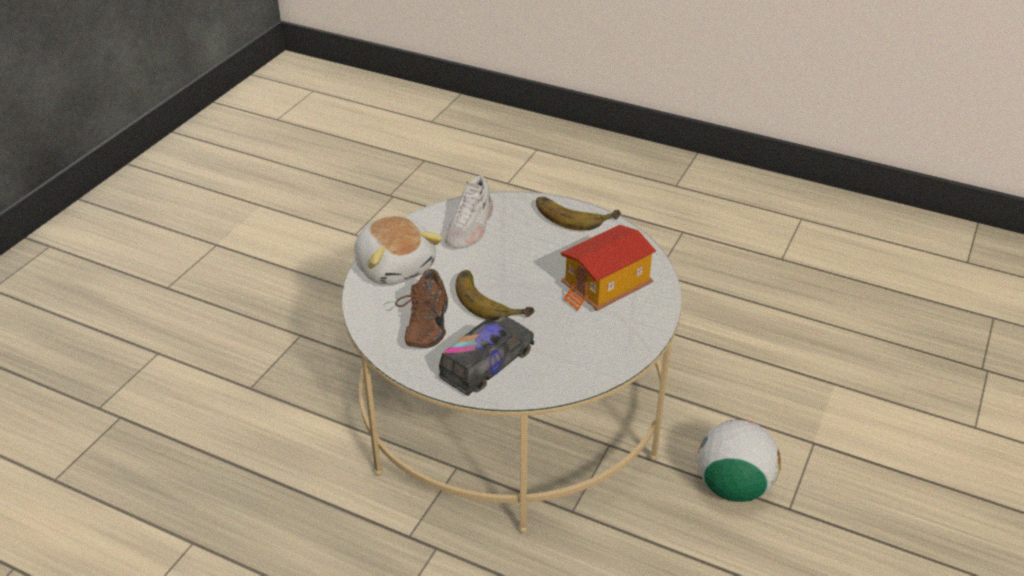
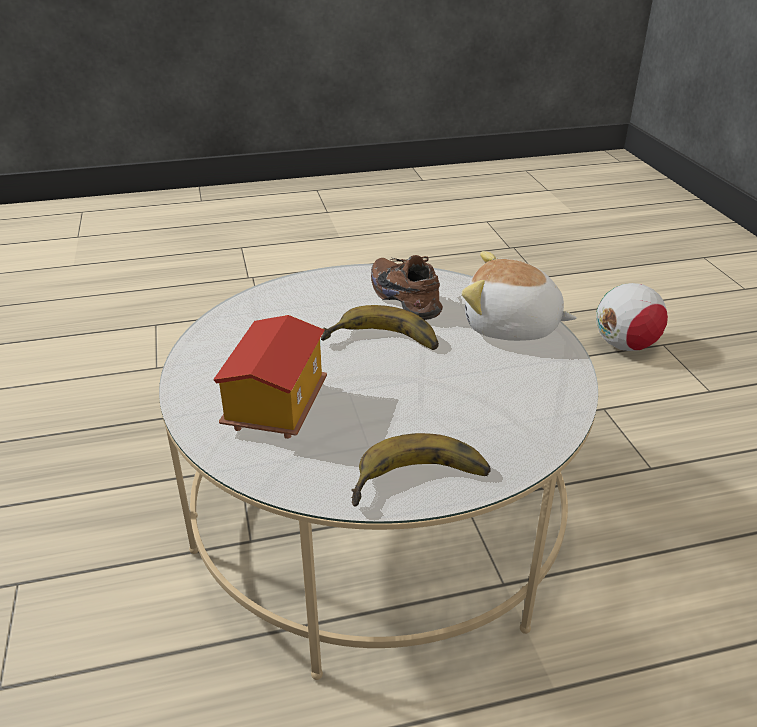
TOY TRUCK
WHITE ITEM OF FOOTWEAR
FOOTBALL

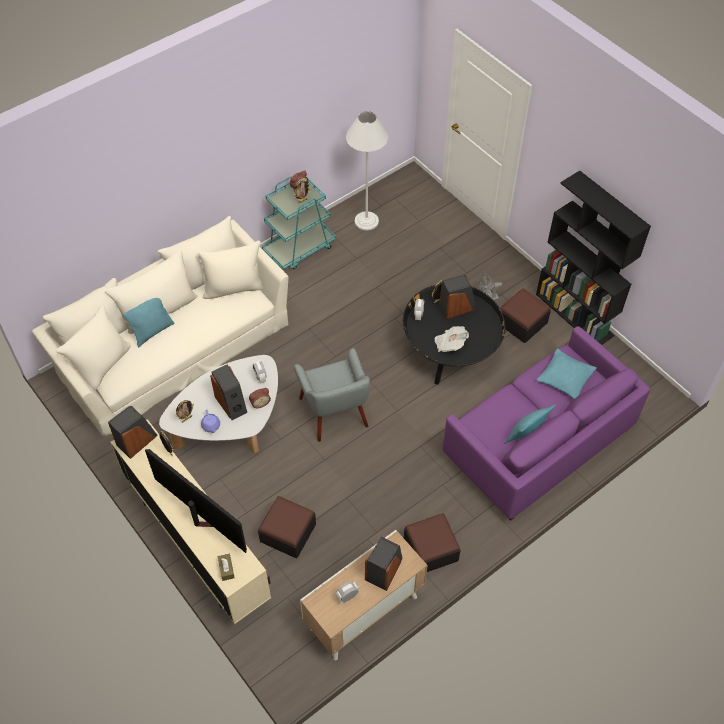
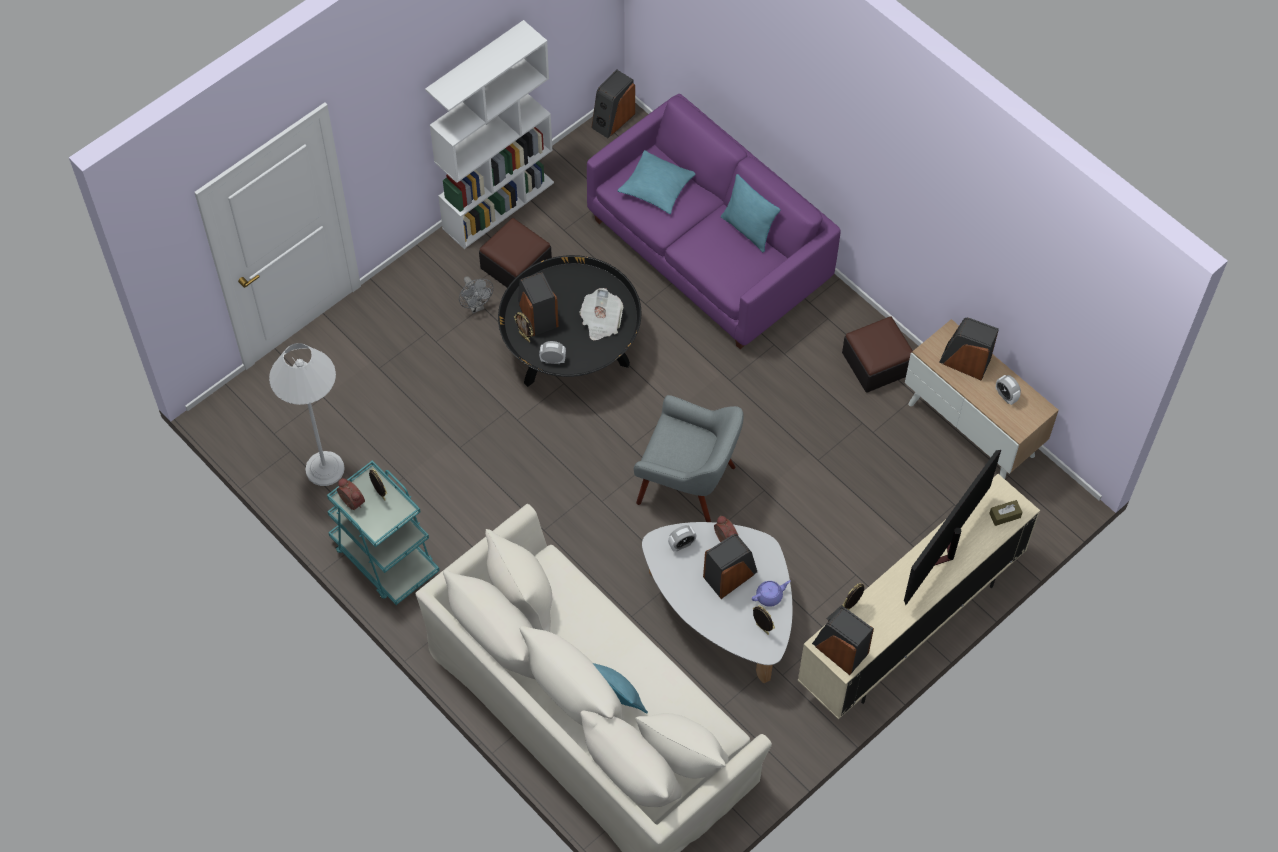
OTTOMAN (no. 1 from left in the first image)
LOUDSPEAKER (no. 2 from left)
WHITE SHELVING UNIT
GRAY LOUNGE CHAIR

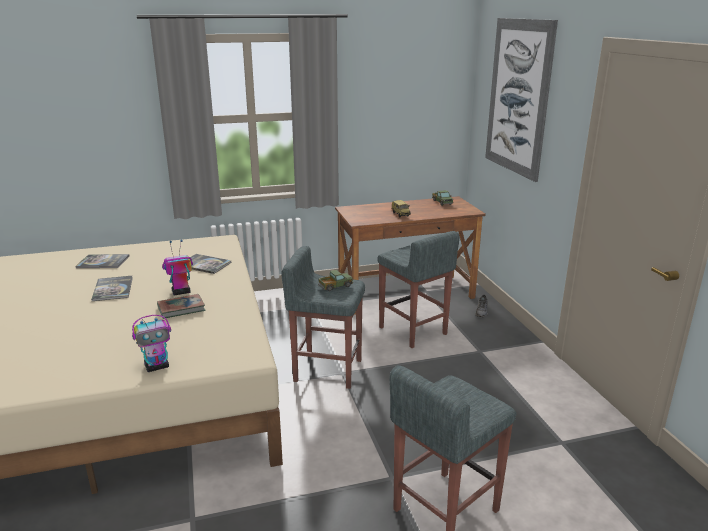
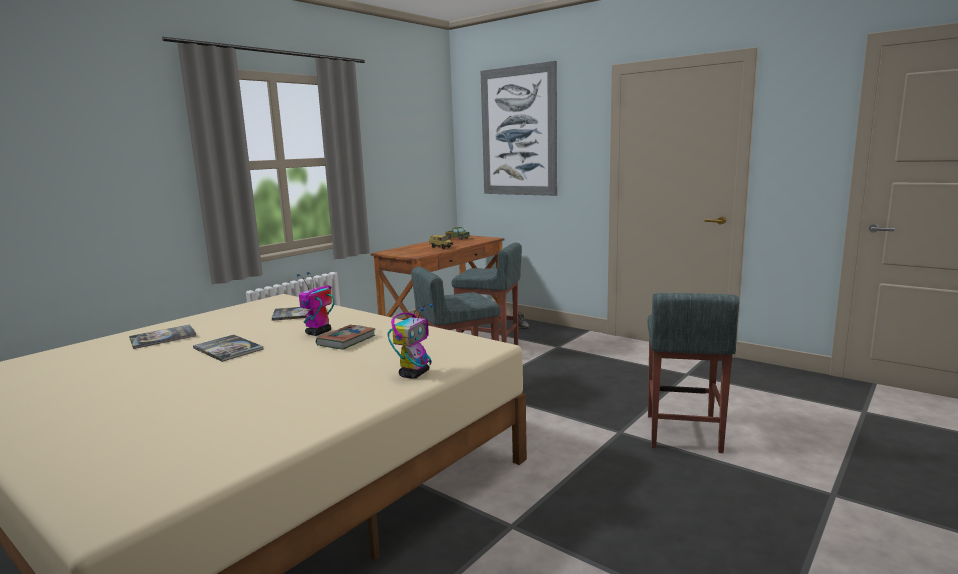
TOY TRUCK (no. 1 from left in the first image)

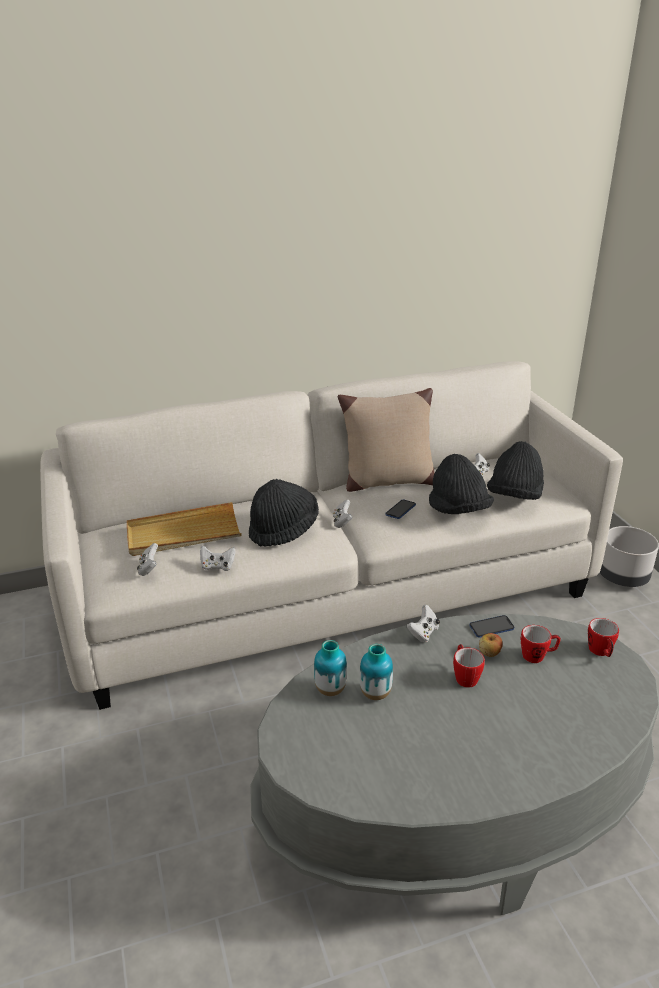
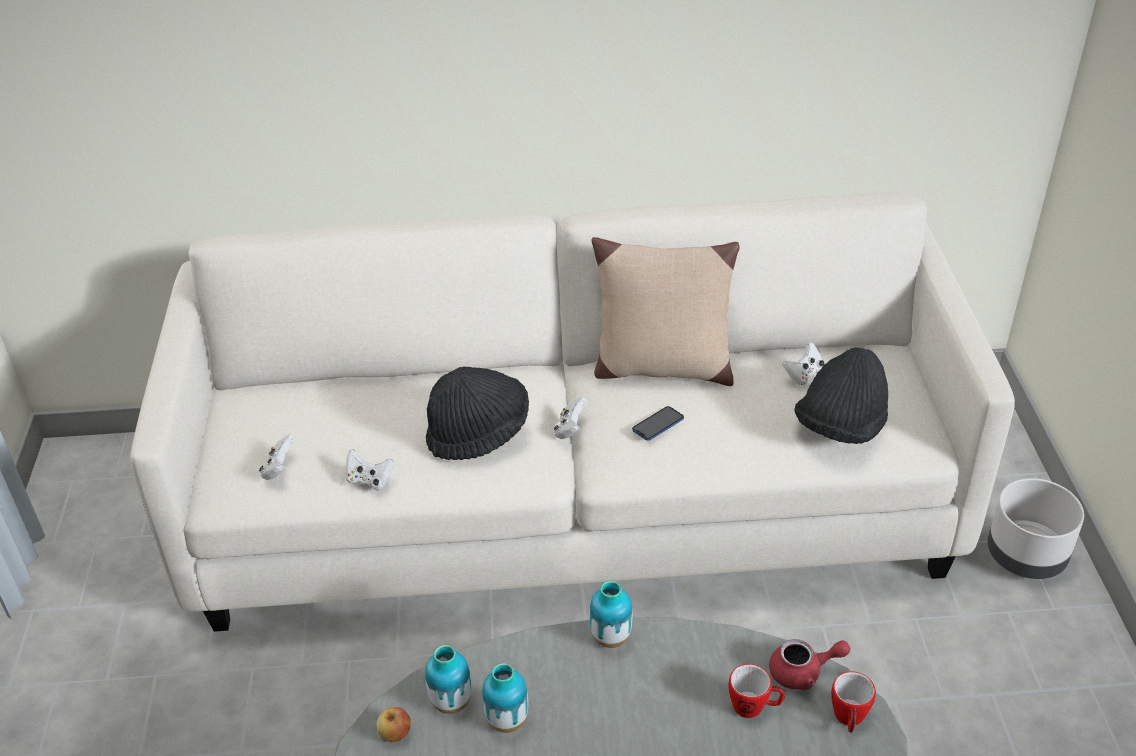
BEIGE CARRYING TRAY
BLACK HAT (no. 2 from left in the first image)
TEA MUG (no. 1 from left in the first image)
TELEPHONE (no. 2 from left in the first image)
RED-COLOURED TEA POT
APPLE
VASE (no. 3 from left)

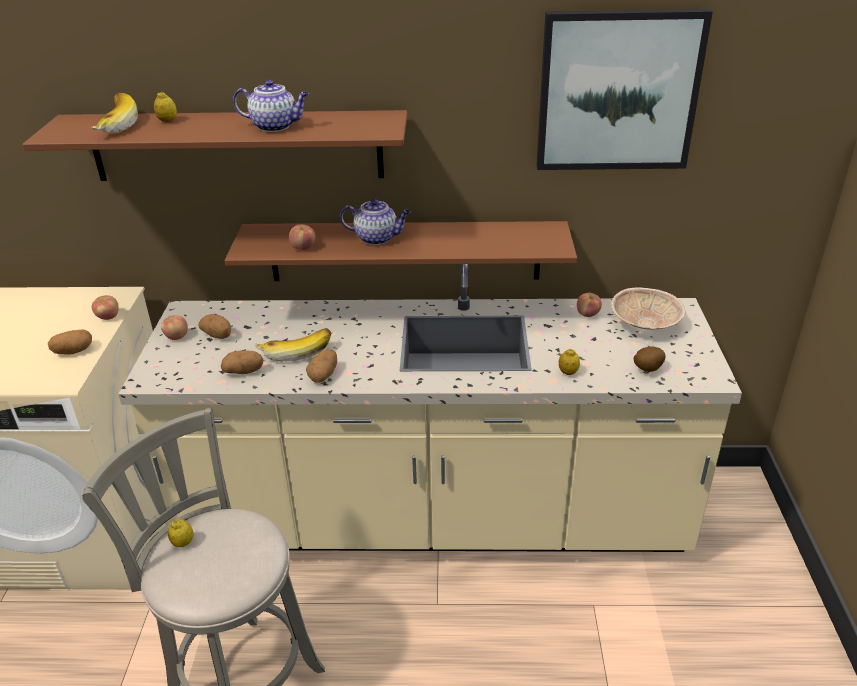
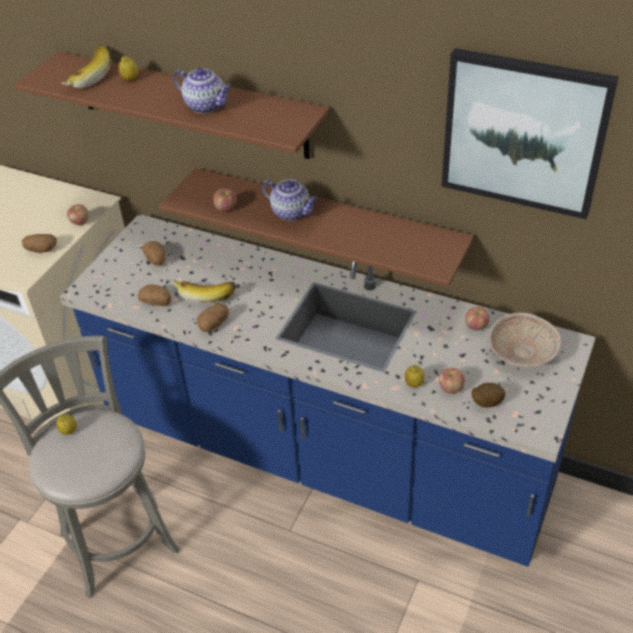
APPLE (no. 3 from left)
BLUE-COLOURED KITCHEN COUNTER

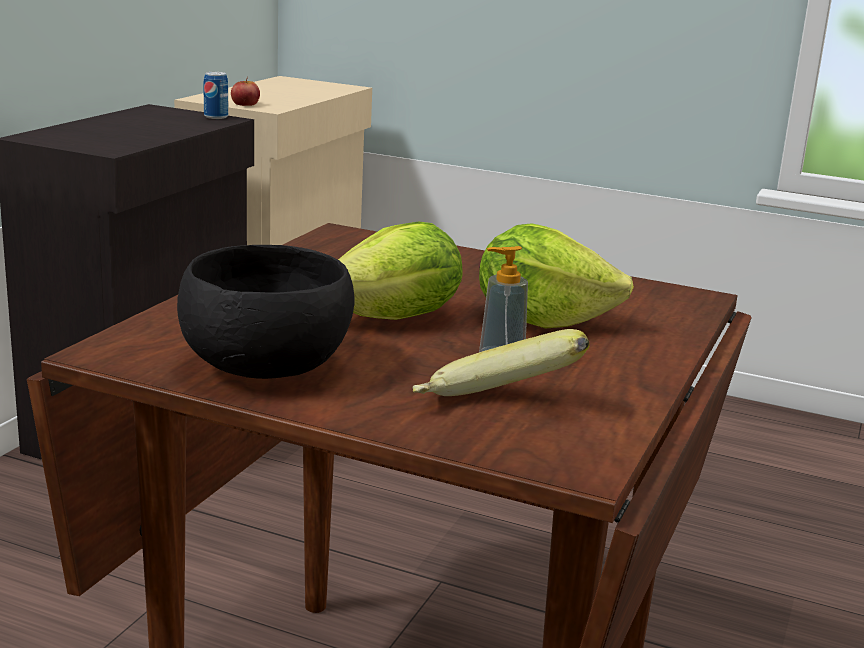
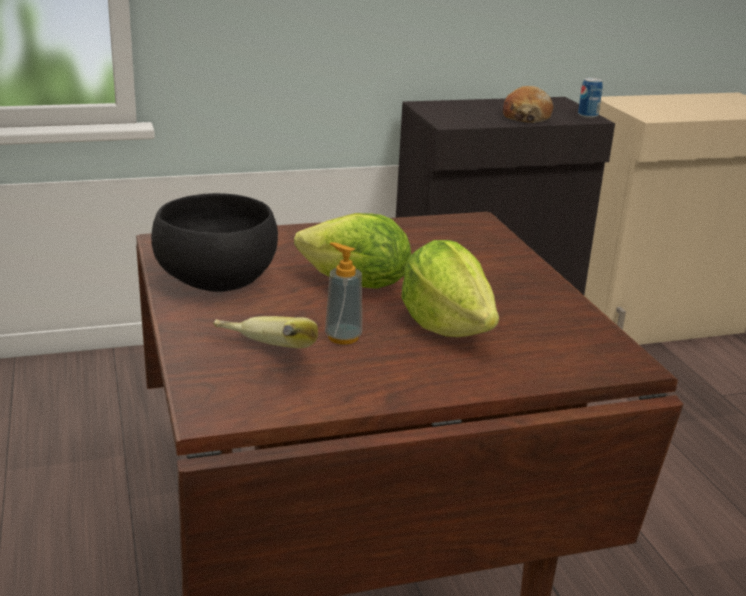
APPLE
BAKED BREAD

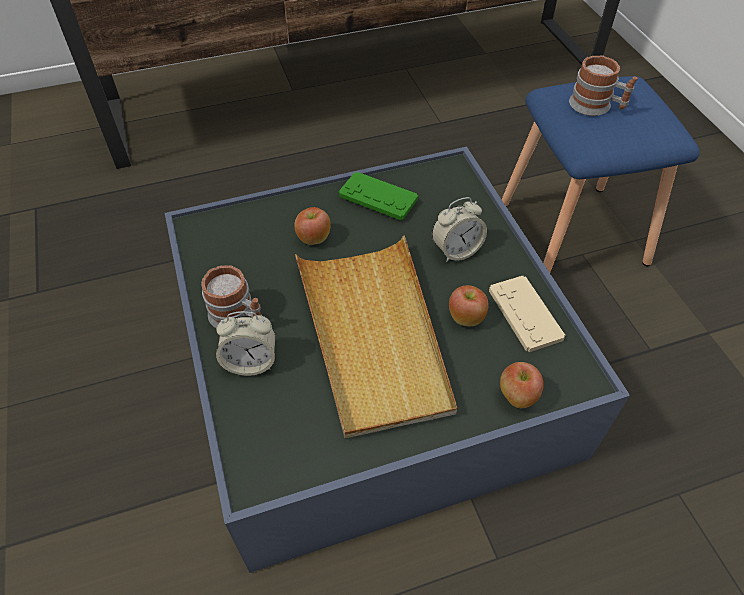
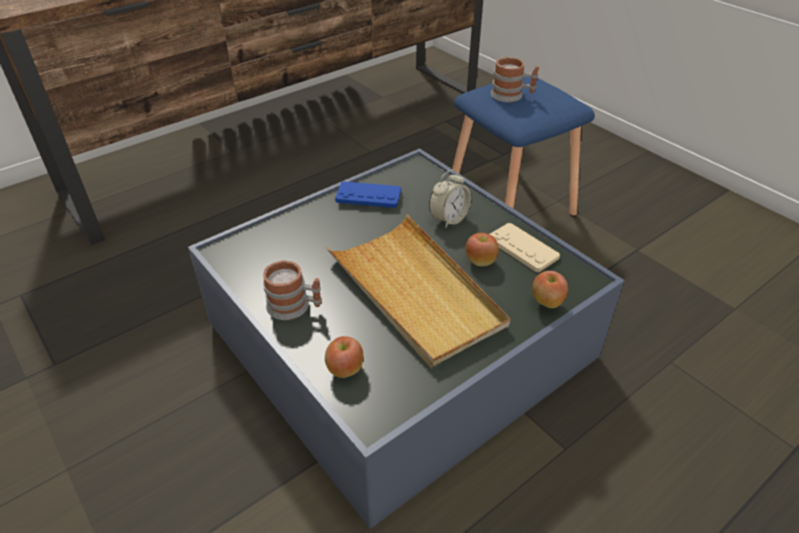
TABLE CLOCK (no. 1 from left in the first image)
APPLE (no. 1 from left)
BLUE-COLOURED GAME CONTROLLER

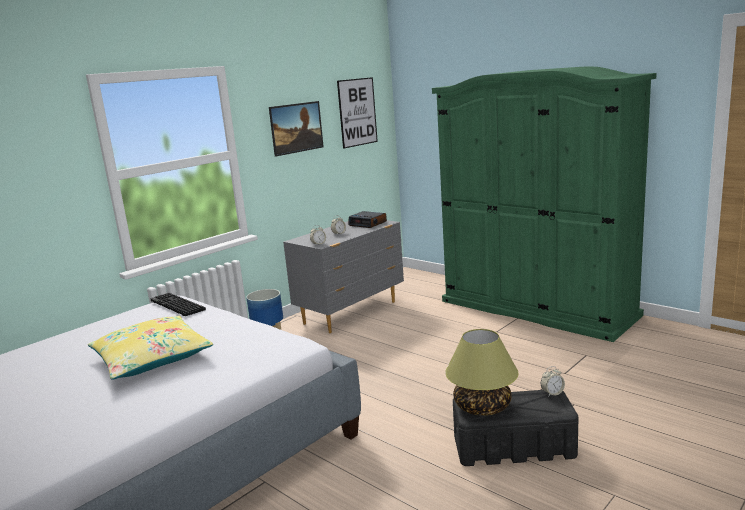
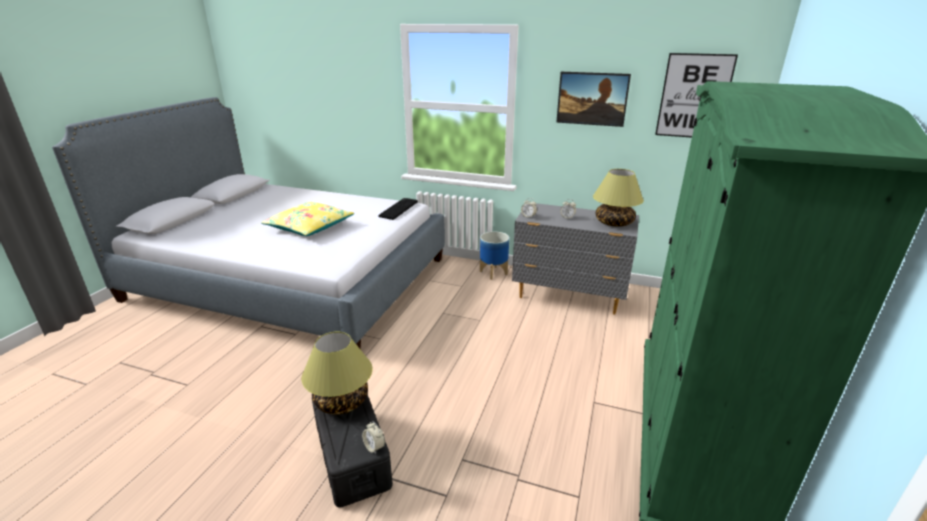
LAMP FOR A TABLE (no. 2 from left)

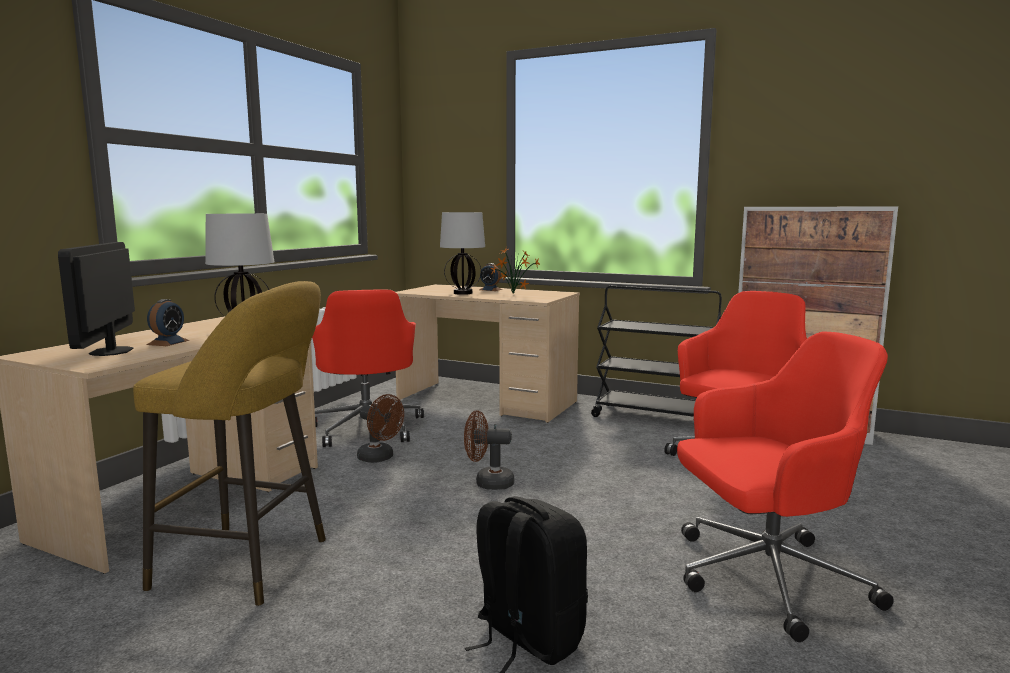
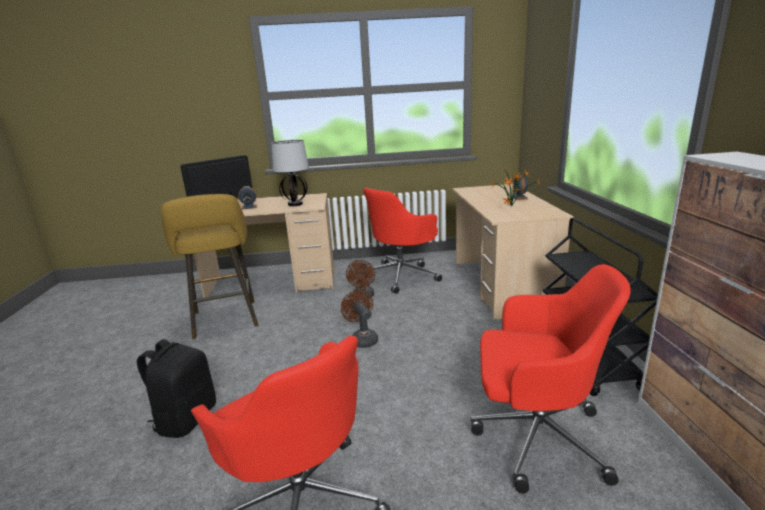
LAMP FOR A TABLE (no. 2 from left in the first image)

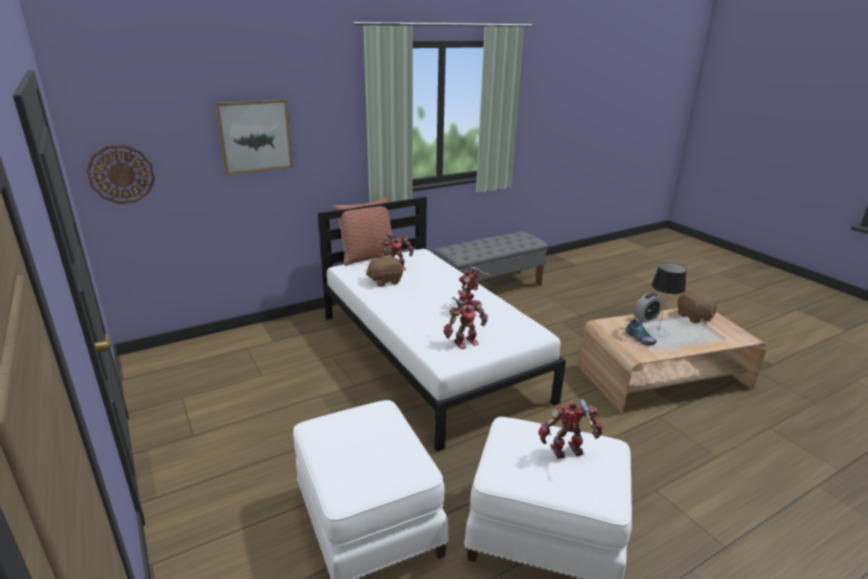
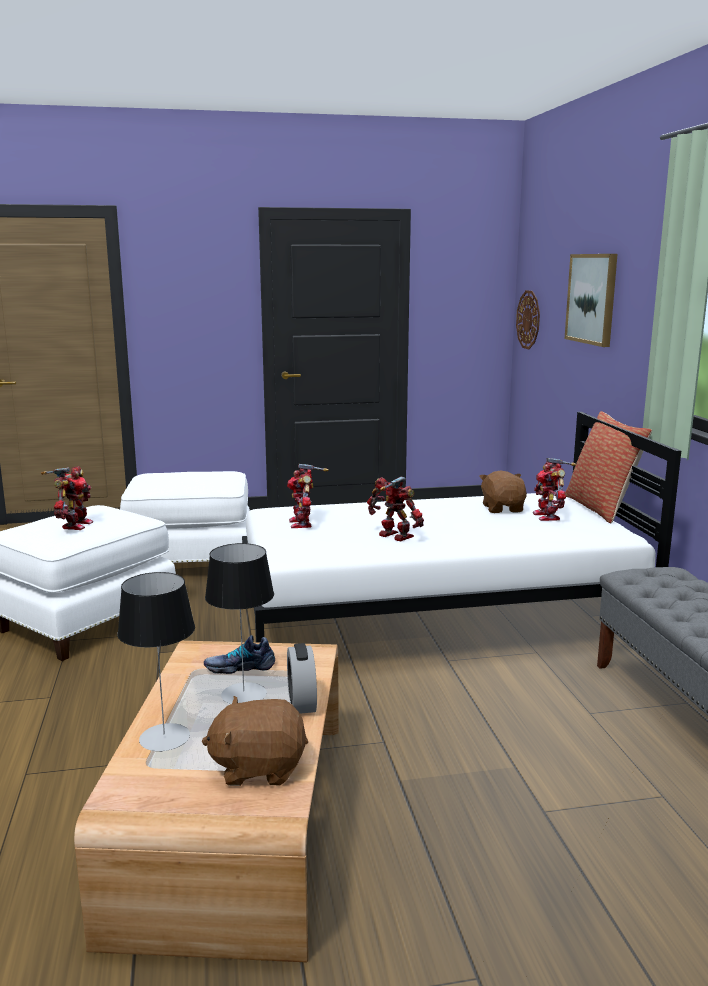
LAMP FOR A TABLE (no. 1 from left)

